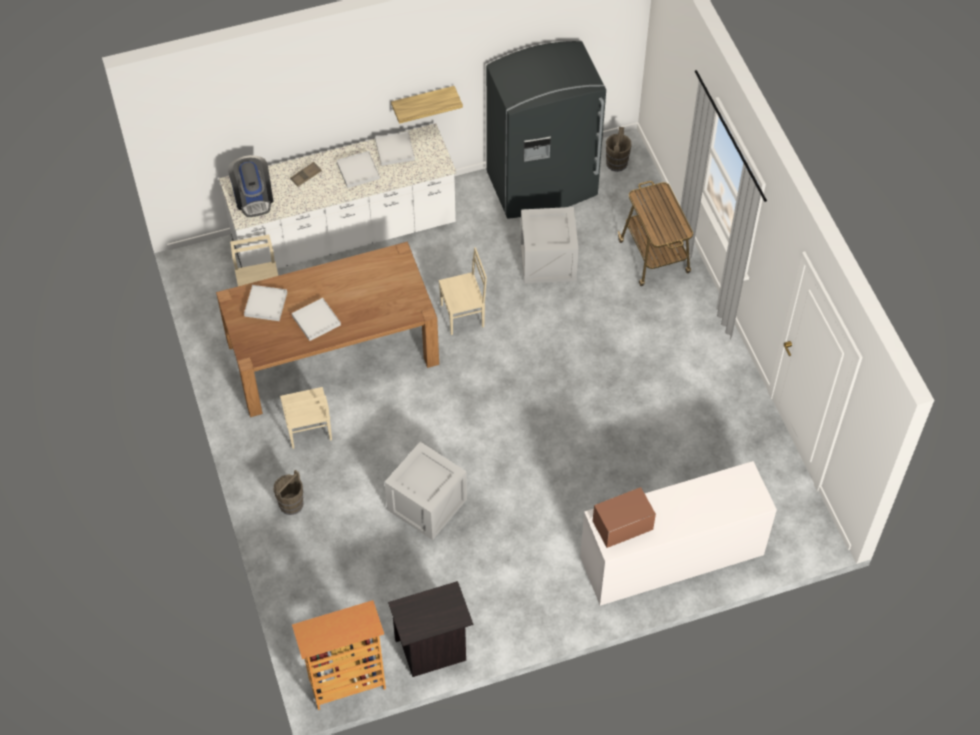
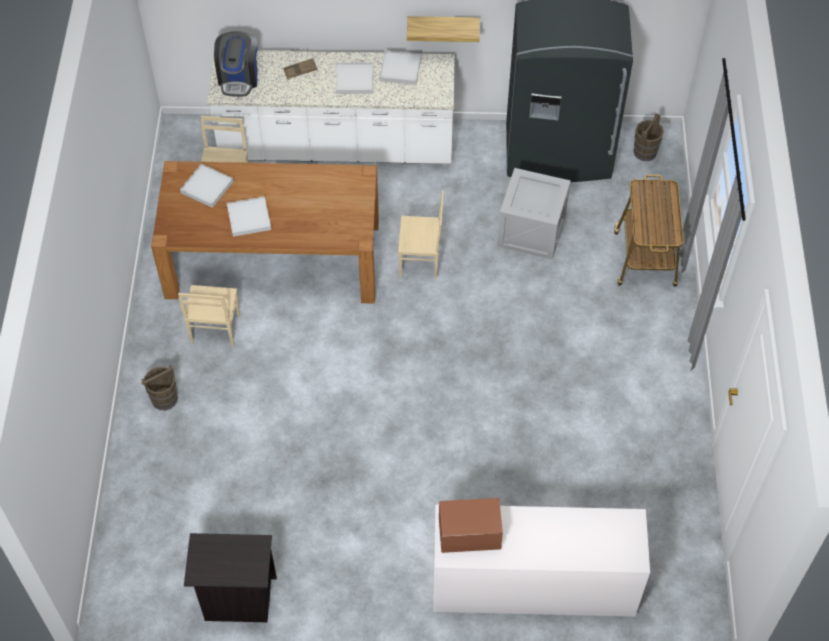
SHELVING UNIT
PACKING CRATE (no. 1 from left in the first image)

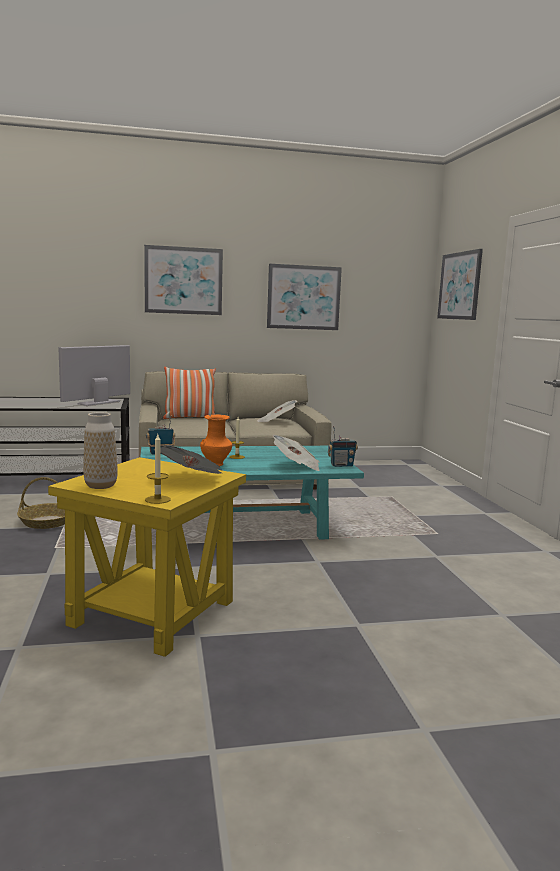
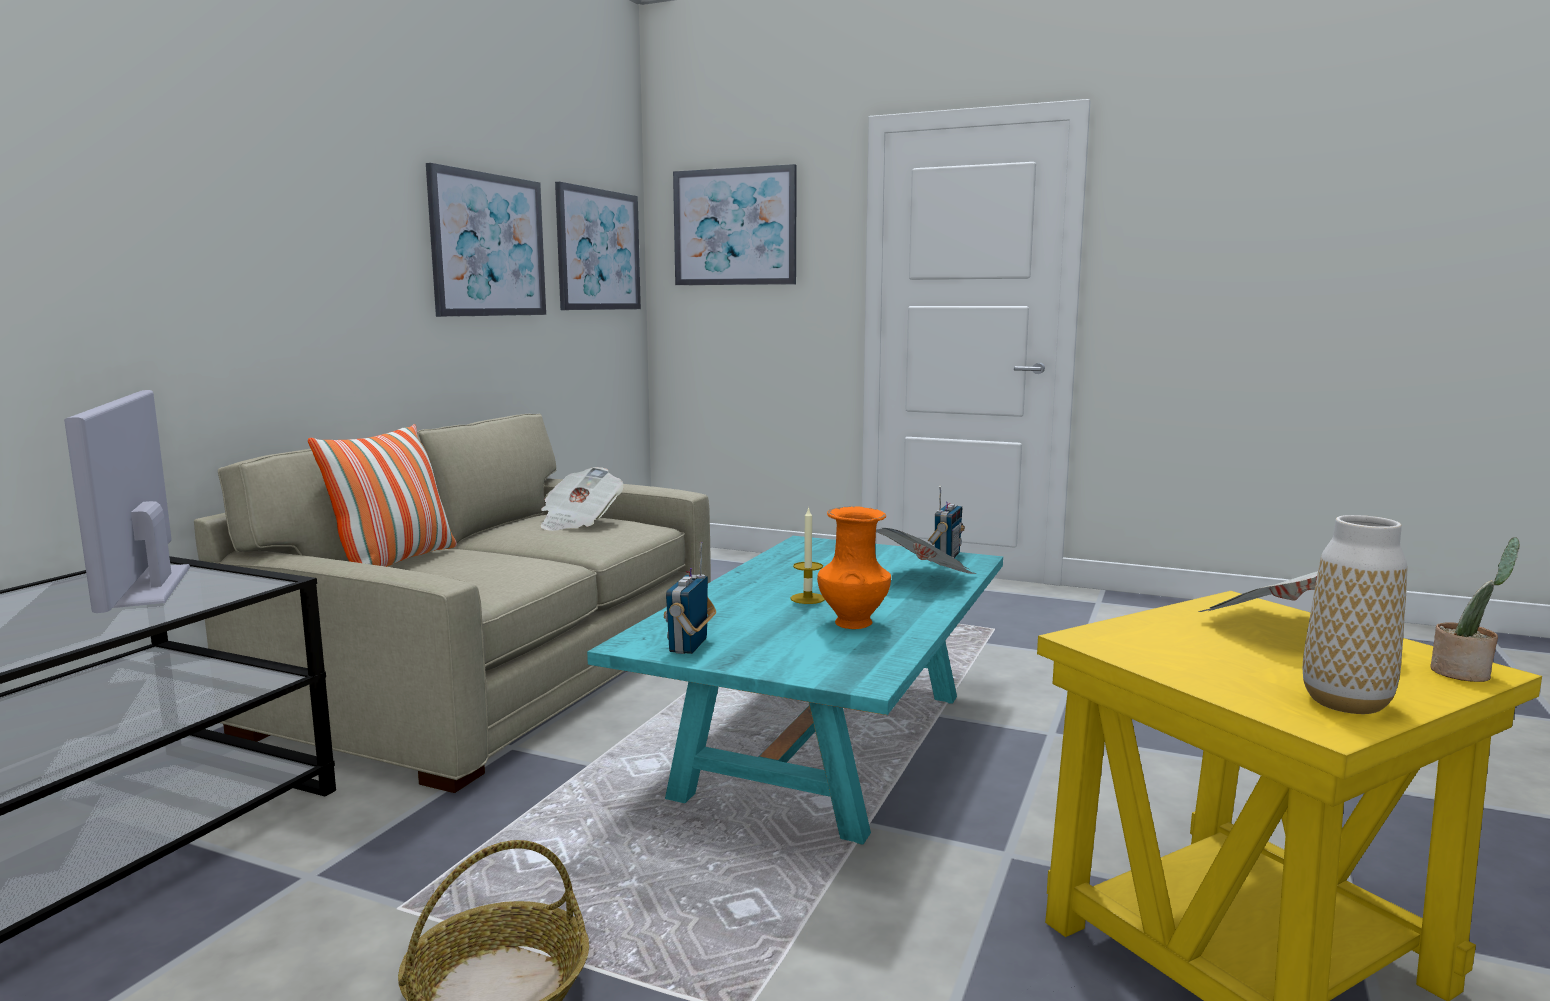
PICTURE (no. 2 from left)
POTTED PLANT

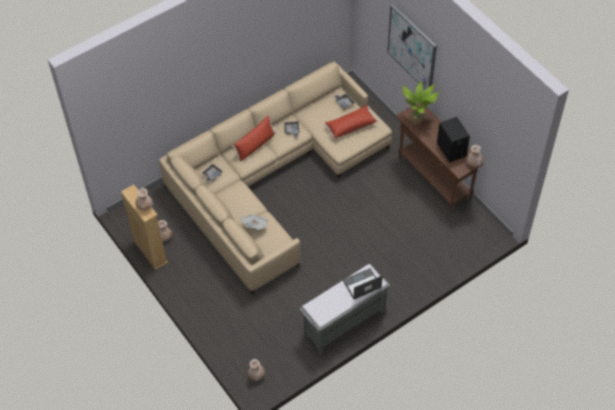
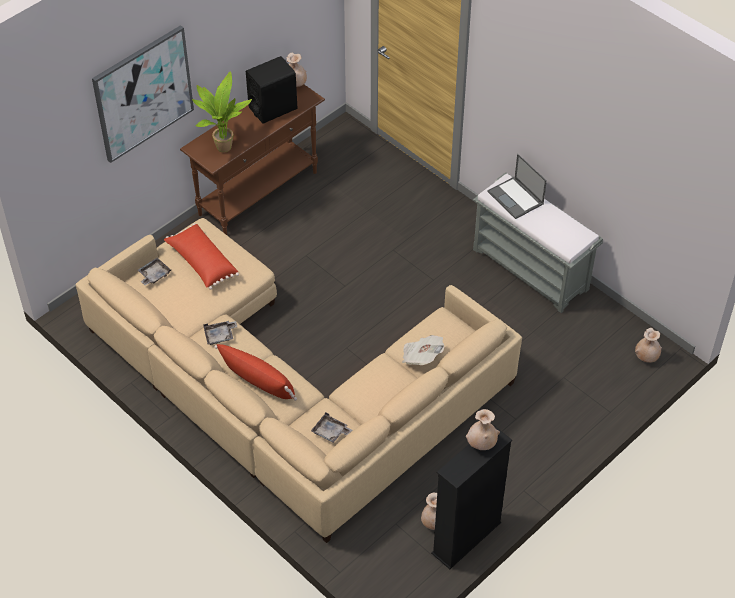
BLACK SHELVING UNIT

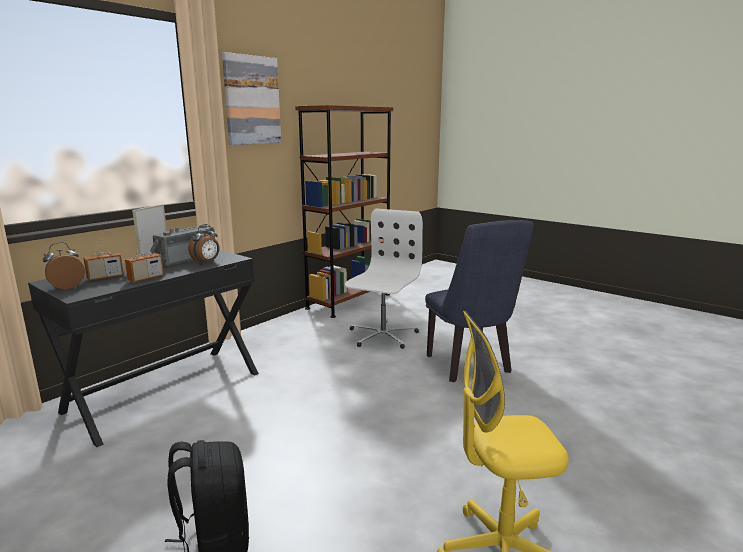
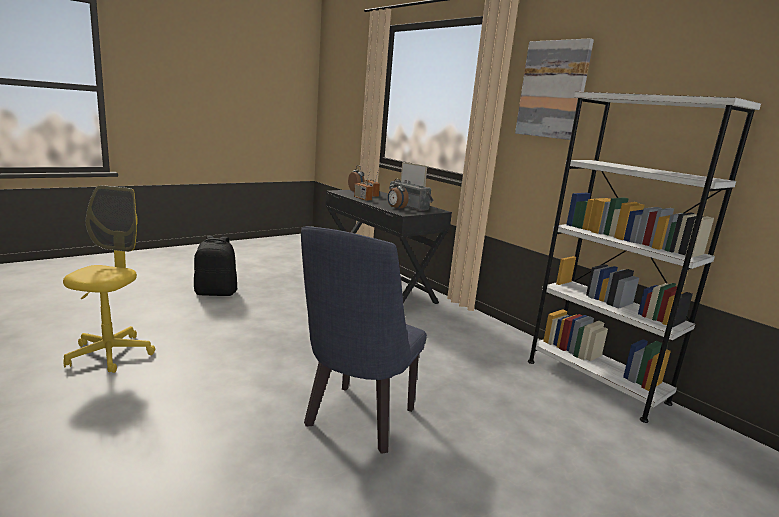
WHITE OFFICE CHAIR
WHITE SHELVING UNIT
BLUE-COLOURED PLAIN CHAIR

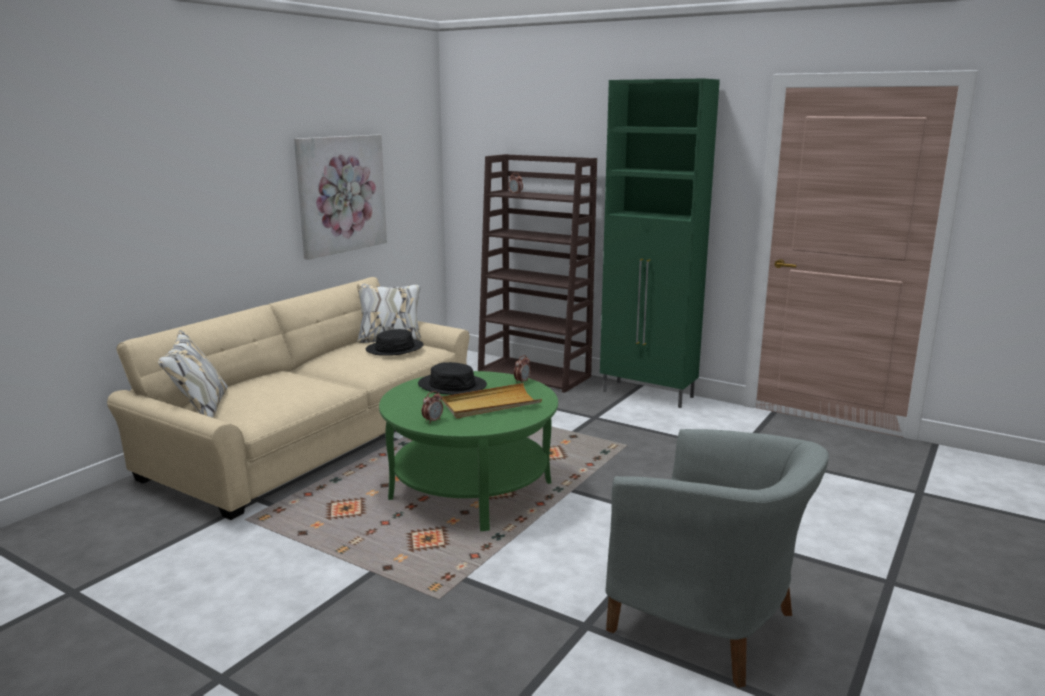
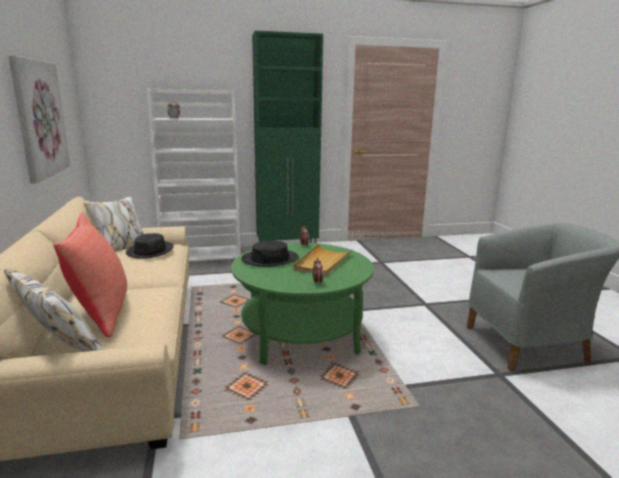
RED-COLOURED CUSHION
WHITE SHELVING UNIT

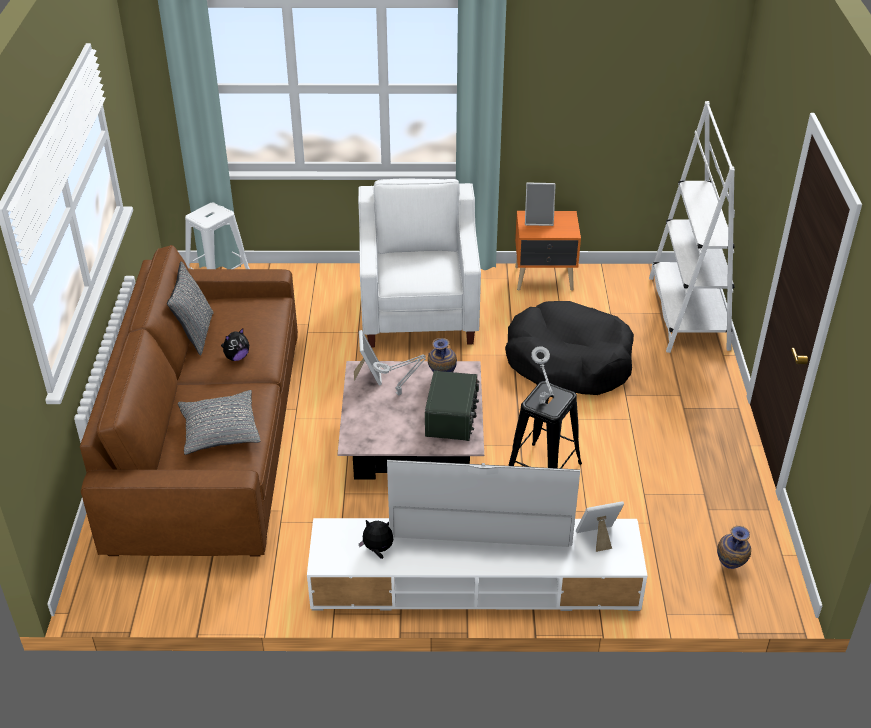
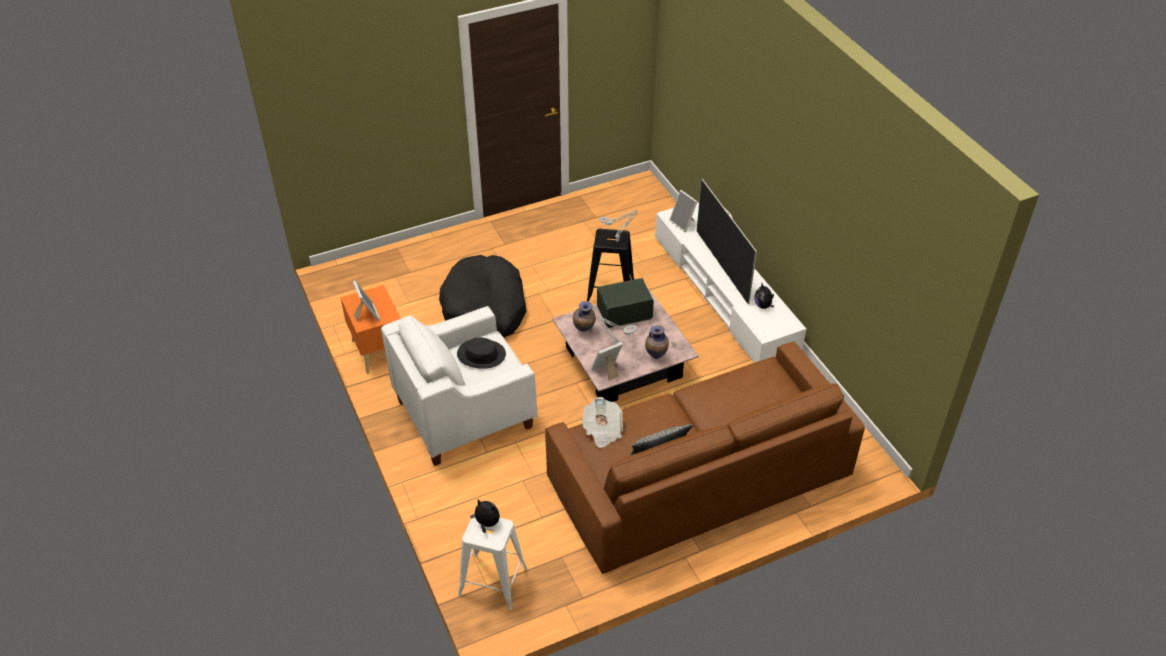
GRAY CUSHION (no. 2 from left in the first image)
WHITE SHELVING UNIT
BLACK HAT
PRINTED PAPER
SOFT TOY (no. 1 from left)
VASE (no. 2 from left)

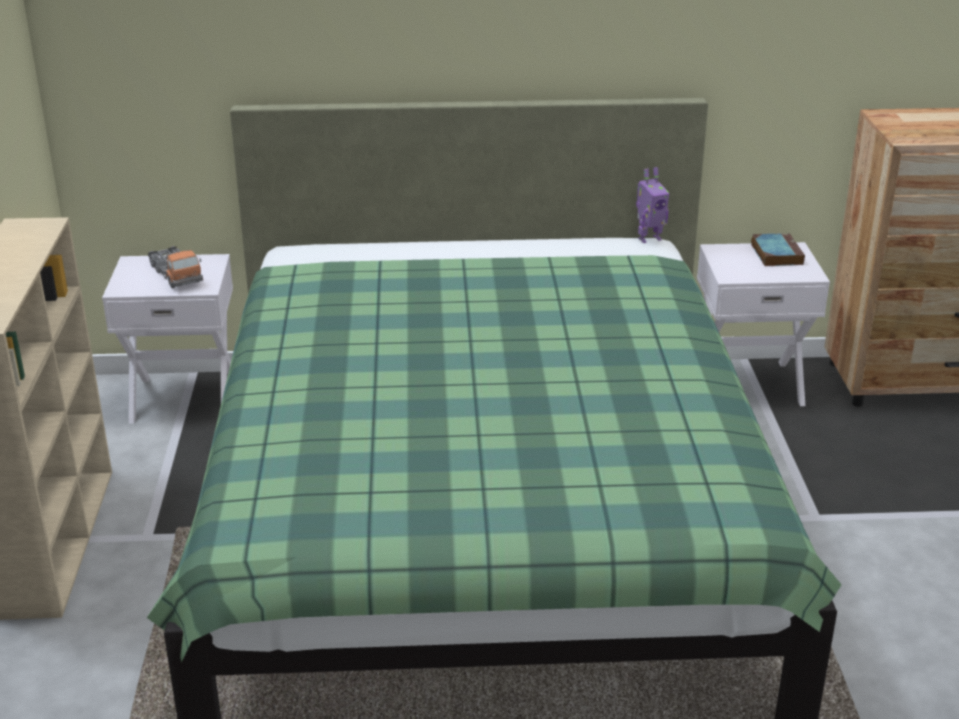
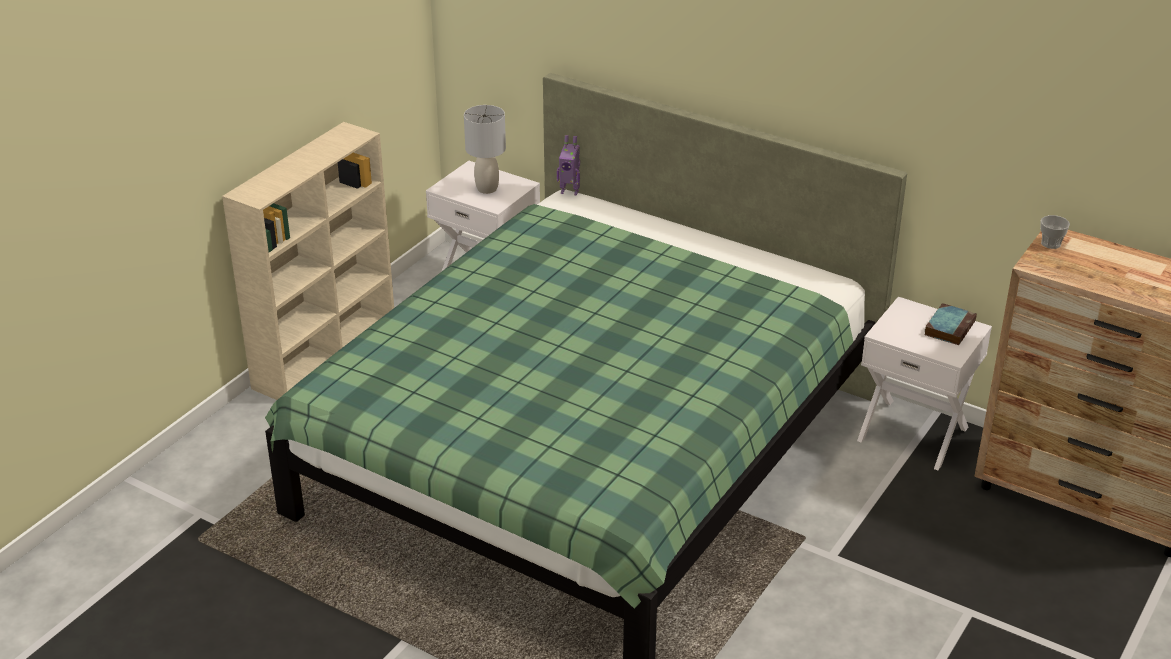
DRINKING CUP
TOY ROBOT
GRAY LAMP FOR A TABLE

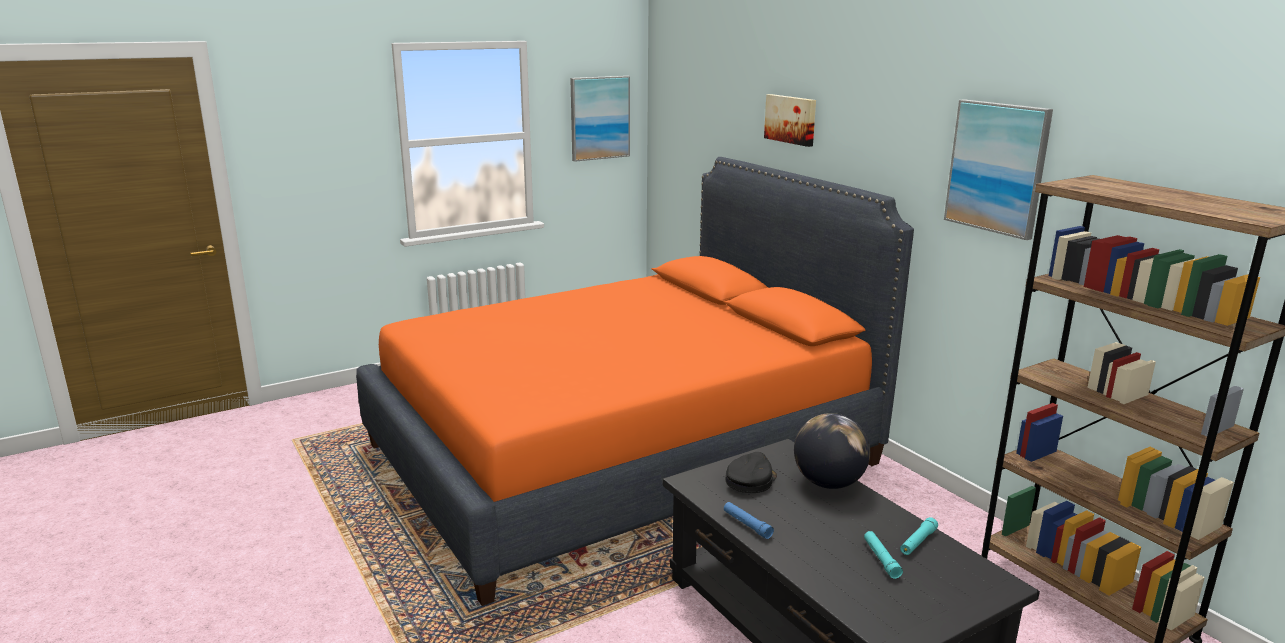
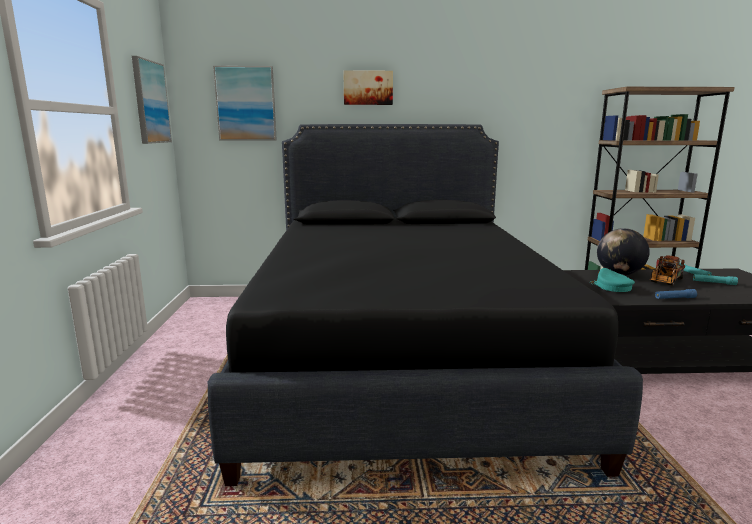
TOY TRUCK
PICTURE (no. 2 from left)
BLACK BED
TURQUOISE-COLOURED CAP

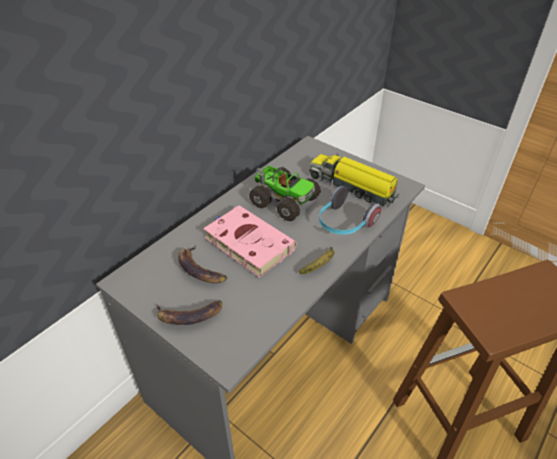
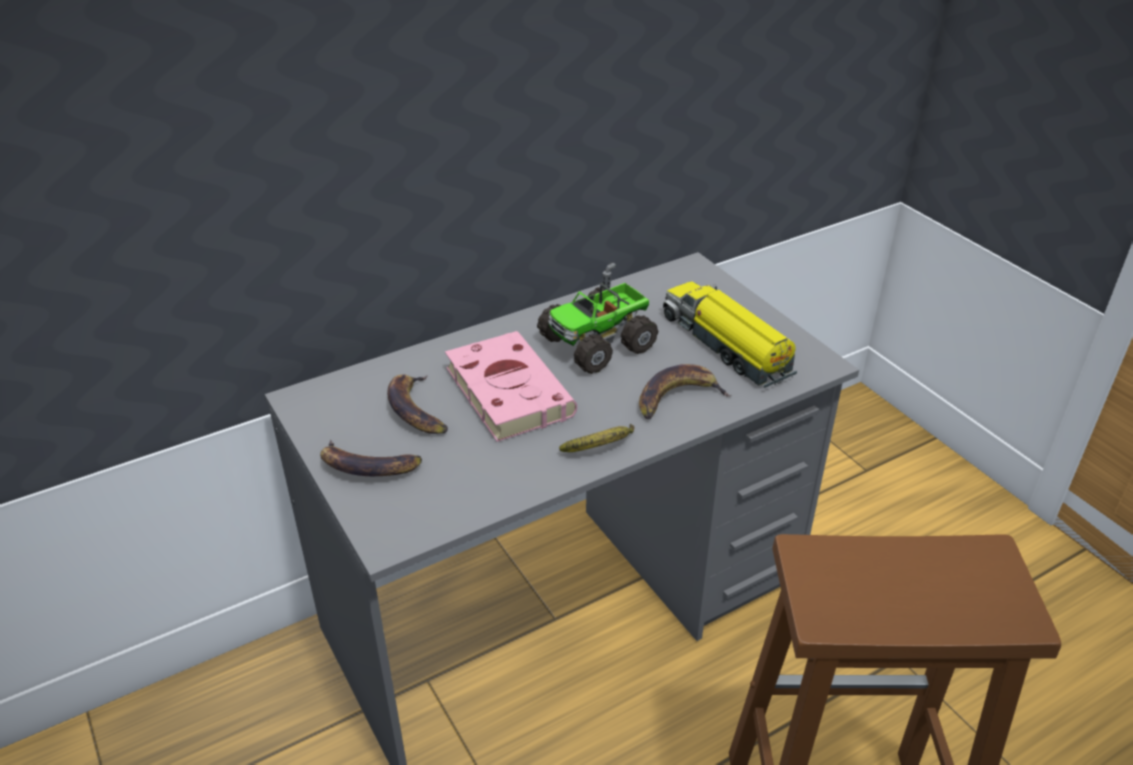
BANANA (no. 4 from left)
TOY TRUCK (no. 1 from left)

